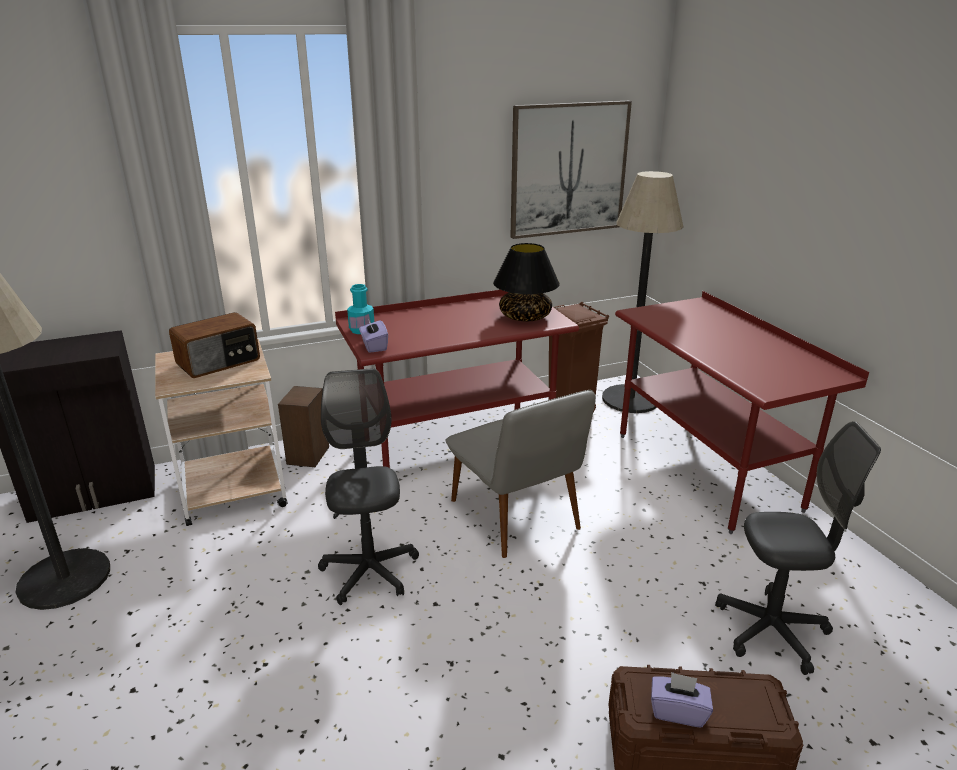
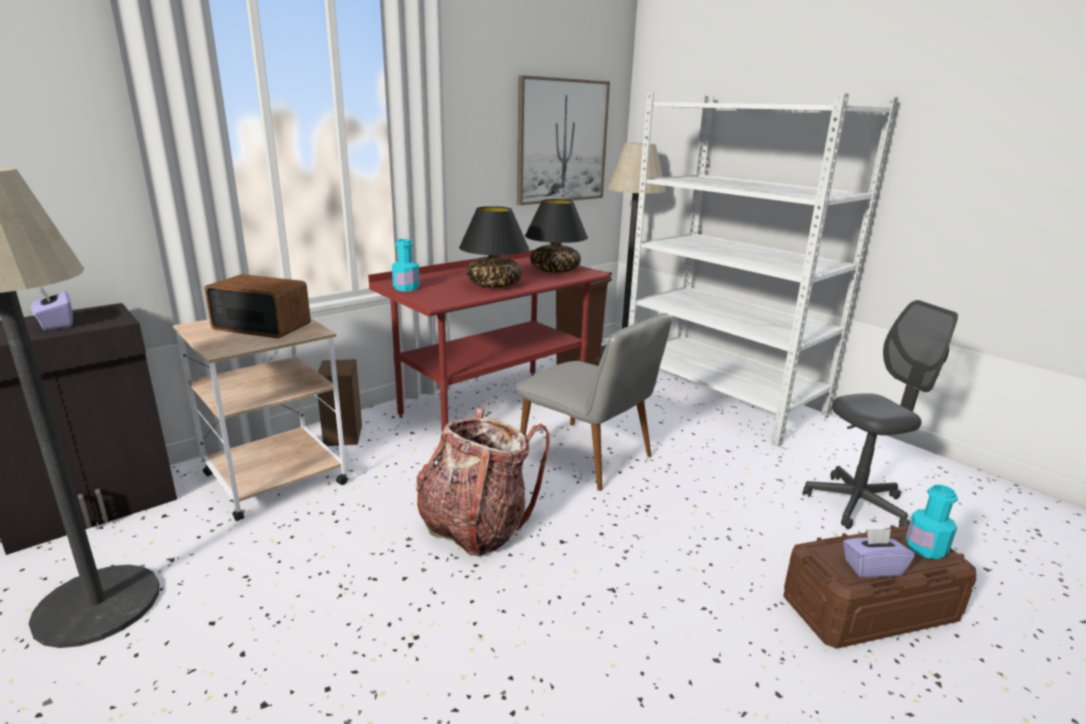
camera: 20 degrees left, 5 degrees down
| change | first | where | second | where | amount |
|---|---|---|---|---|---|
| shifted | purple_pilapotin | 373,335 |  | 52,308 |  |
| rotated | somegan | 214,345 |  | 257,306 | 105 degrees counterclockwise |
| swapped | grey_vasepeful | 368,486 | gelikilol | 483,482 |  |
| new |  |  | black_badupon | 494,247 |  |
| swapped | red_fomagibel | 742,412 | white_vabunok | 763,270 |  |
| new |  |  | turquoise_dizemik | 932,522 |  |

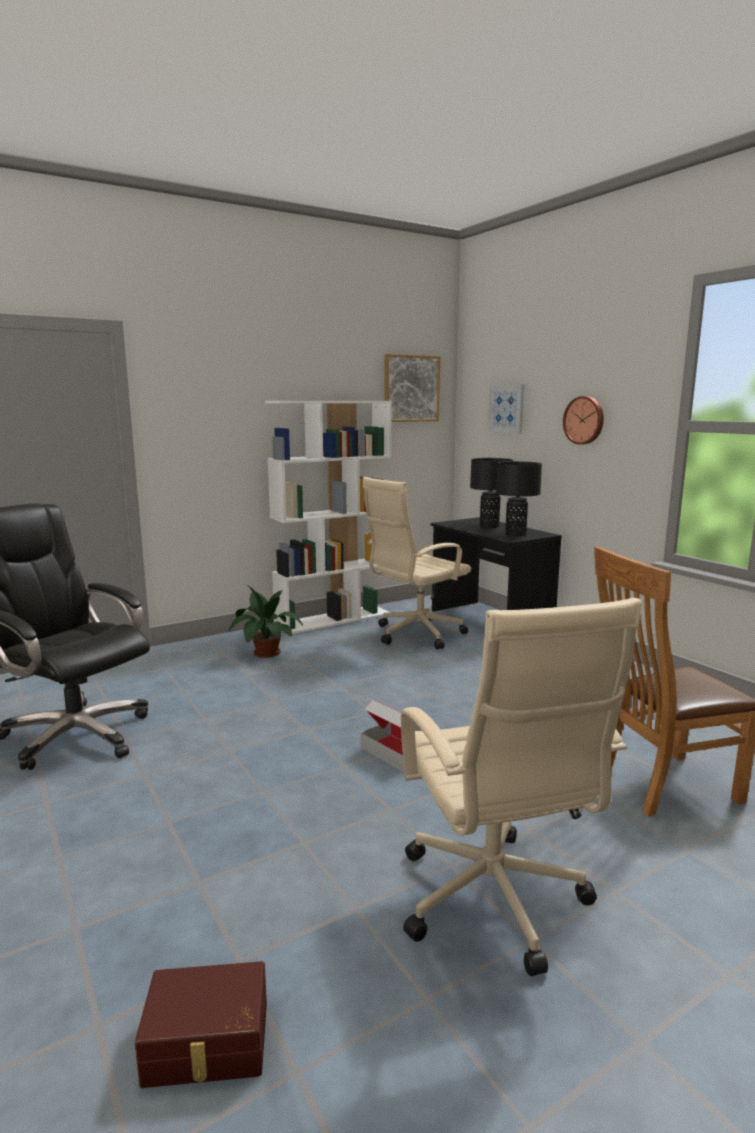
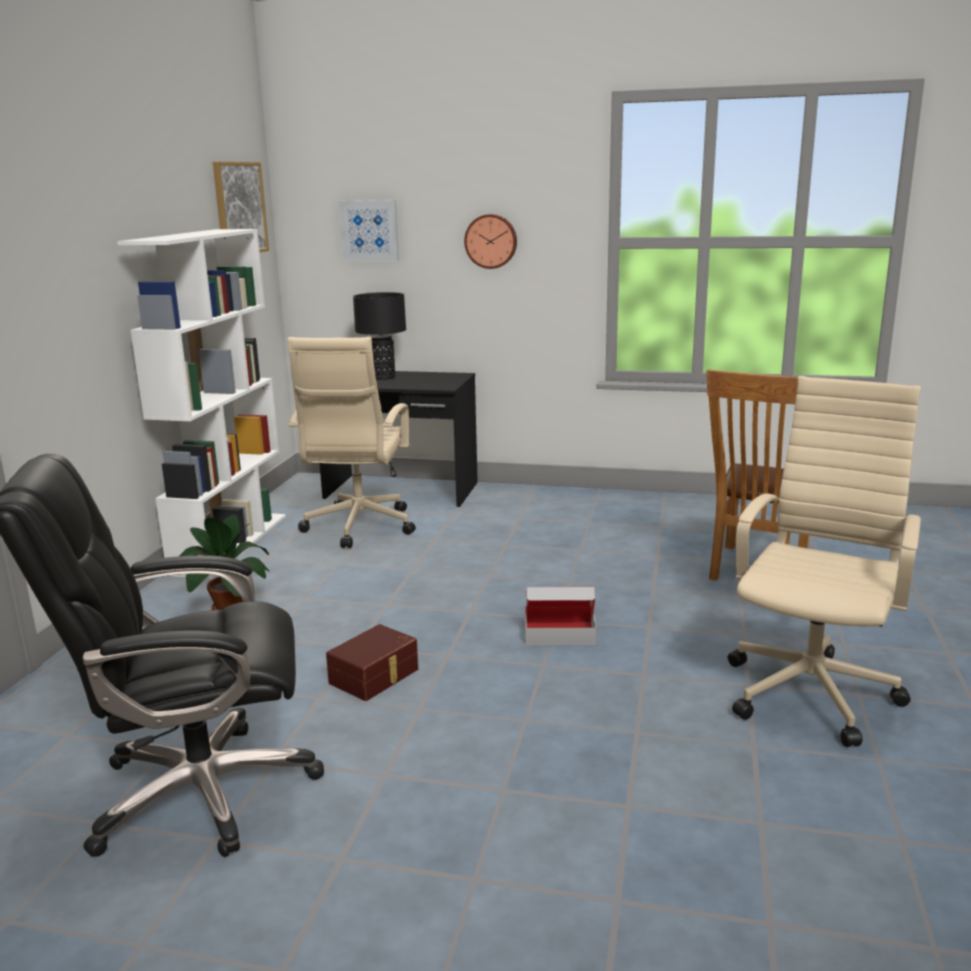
camera: 45 degrees left, 5 degrees up
| change | first | where | second | where | amount |
|---|---|---|---|---|---|
| shifted | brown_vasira | 201,1024 |  | 372,662 |  |
| rotated | beige_vasepeful | 521,787 |  | 824,561 | 90 degrees counterclockwise |
| gone | black_badupon | 519,498 |  |  |  |

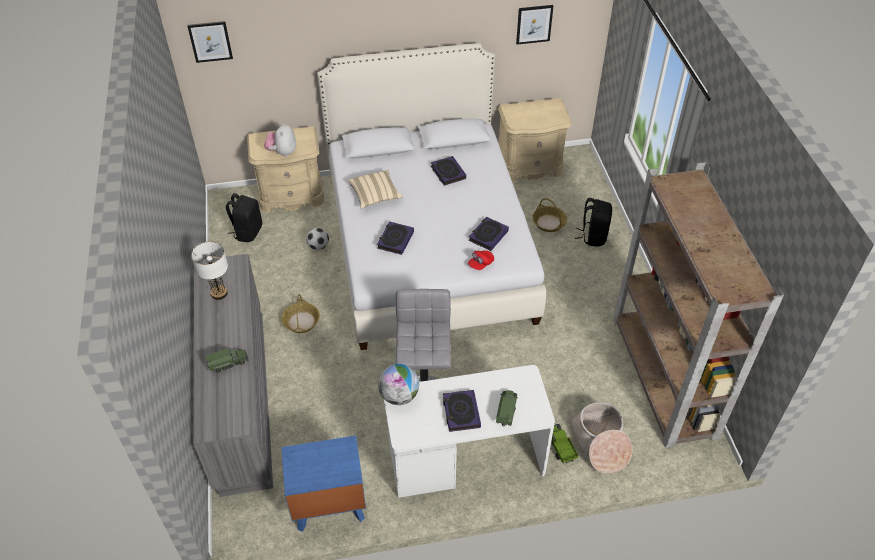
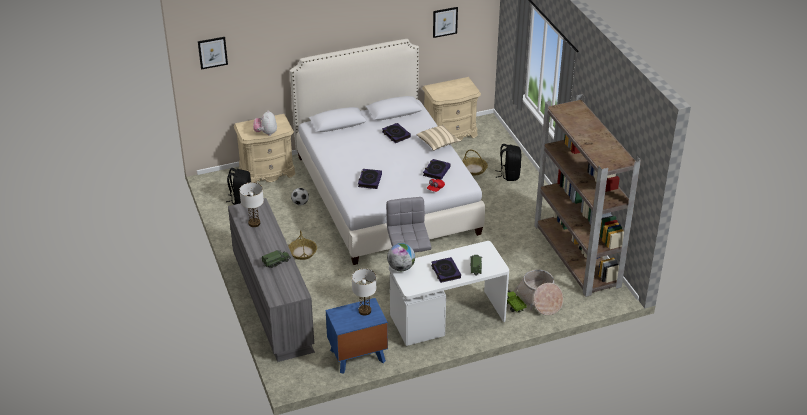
camera: 10 degrees left, 10 degrees down
| change | first | where | second | where | amount |
|---|---|---|---|---|---|
| new |  |  | badupon | 364,292 |  |
| shifted | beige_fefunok | 375,189 |  | 438,138 |  |

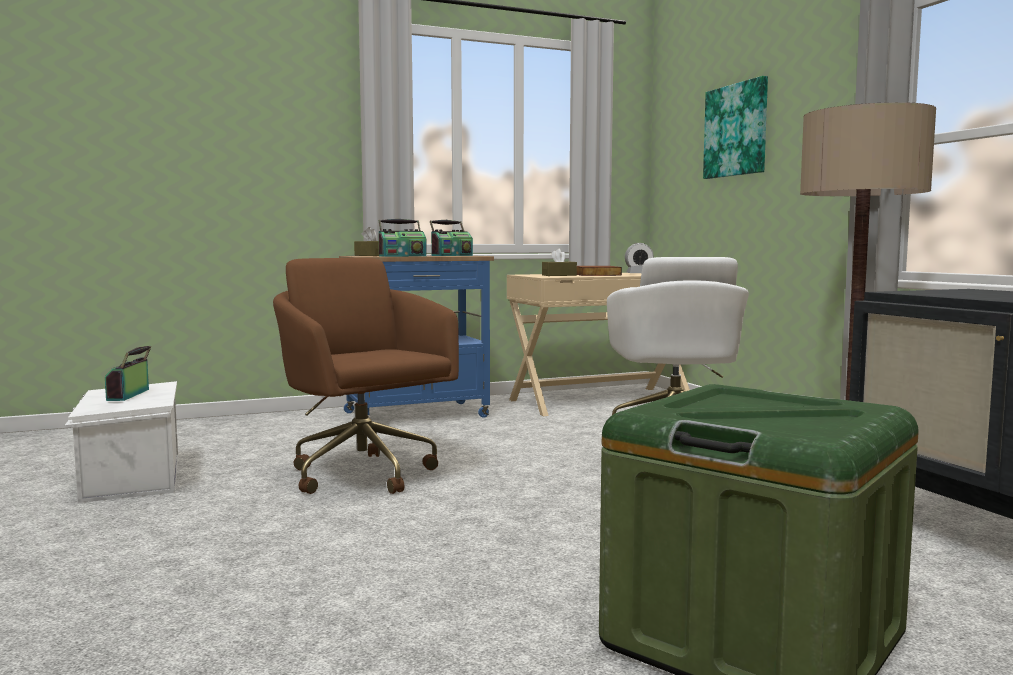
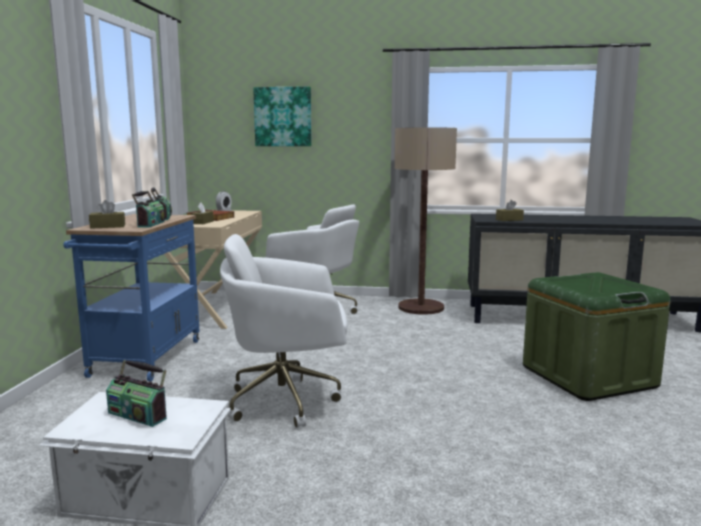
camera: 60 degrees left, 5 degrees up
| change | first | where | second | where | amount |
|---|---|---|---|---|---|
| repainted | brown_vasepeful | 366,376 | white_vasepeful | 283,331 |  |
| new |  |  | brown_pilapotin | 510,210 |  |

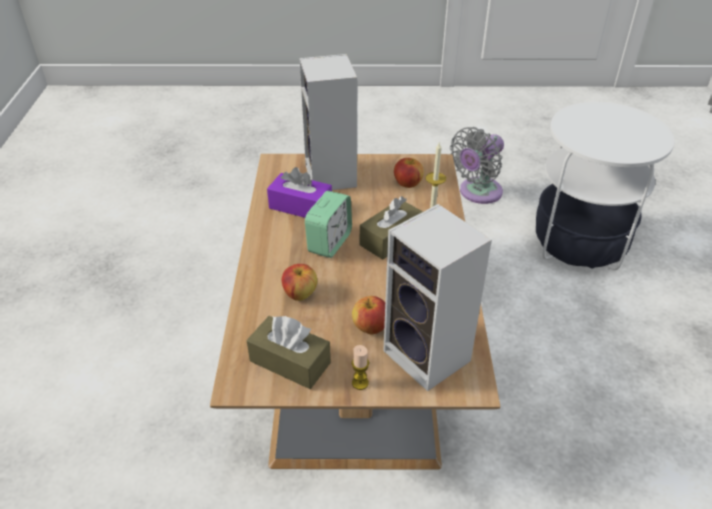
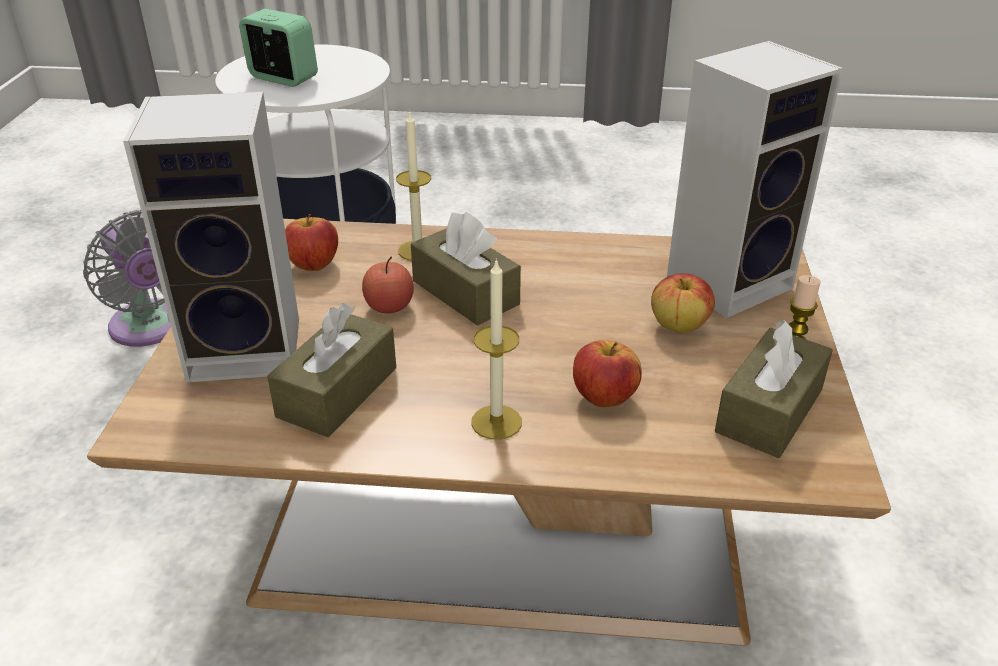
camera: 85 degrees left, 5 degrees down
| change | first | where | second | where | amount |
|---|---|---|---|---|---|
| shifted | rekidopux | 328,224 |  | 278,48 |  |
| repainted | purple_pilapotin | 299,192 | brown_pilapotin | 331,370 |  |
| new |  |  | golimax | 388,285 |  |
| new |  |  | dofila | 496,349 |  |

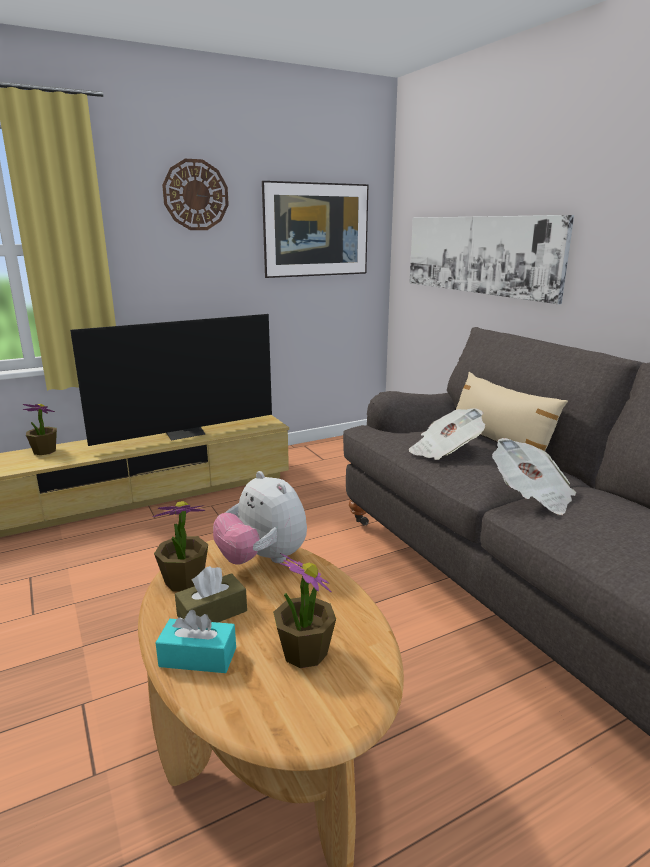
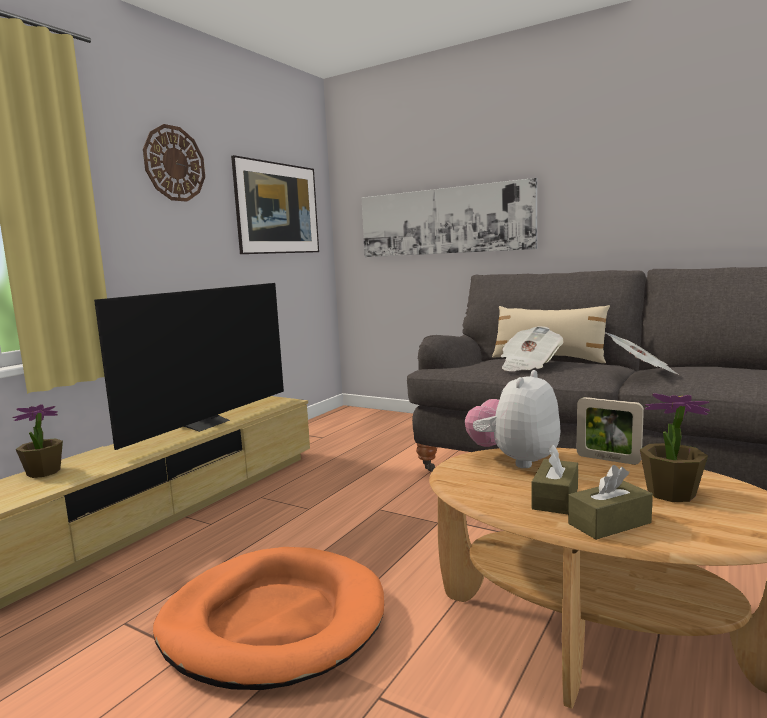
camera: 30 degrees left, 10 degrees down
| change | first | where | second | where | amount |
|---|---|---|---|---|---|
| new |  |  | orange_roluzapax | 268,618 |  |
| rotated | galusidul | 260,518 |  | 512,419 | 105 degrees clockwise |
| repainted | turquoise_pilapotin | 196,641 | brown_pilapotin | 610,502 |  |
| new |  |  | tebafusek | 610,431 |  |
| gone | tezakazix | 180,546 |  |  |  |

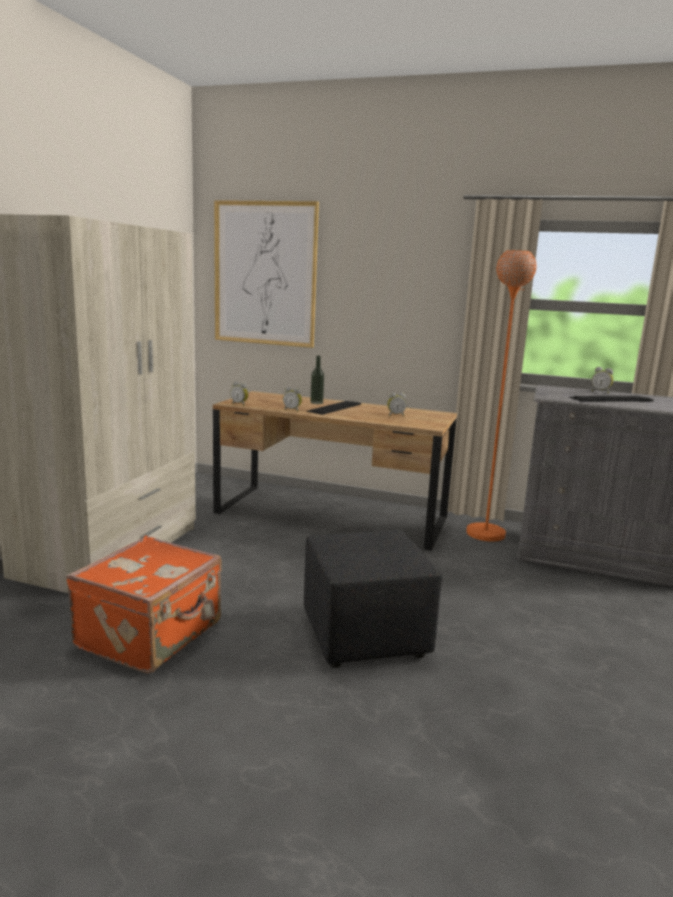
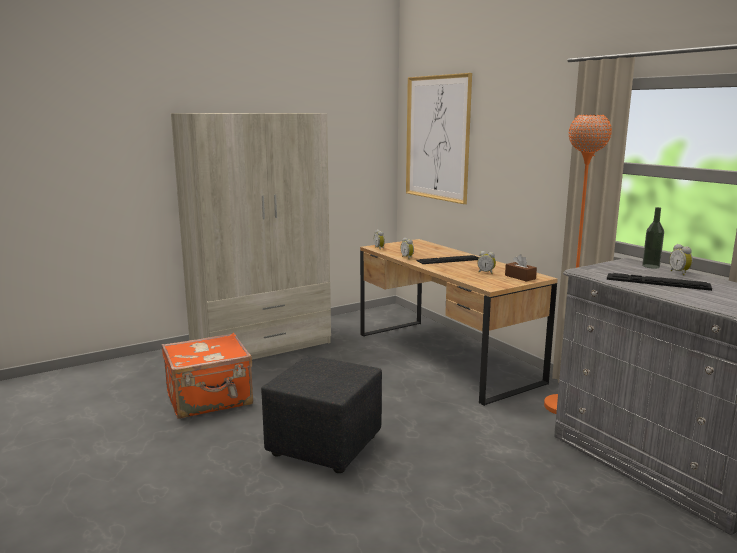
camera: 40 degrees right, 0 degrees up
| change | first | where | second | where | amount |
|---|---|---|---|---|---|
| new |  |  | brown_pilapotin | 521,267 |  |
| shifted | dizemik | 317,380 |  | 653,238 |  |

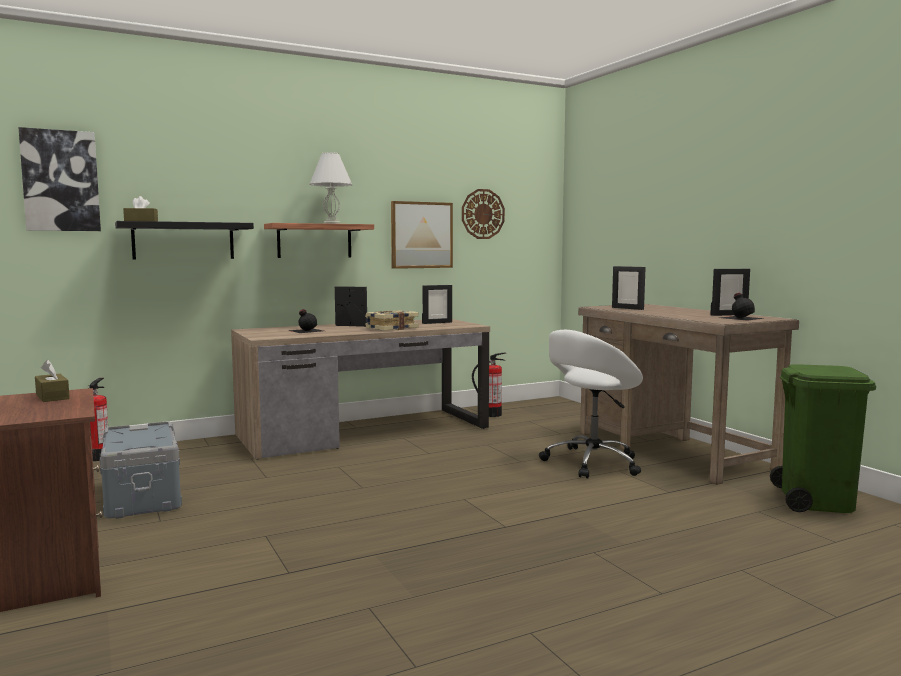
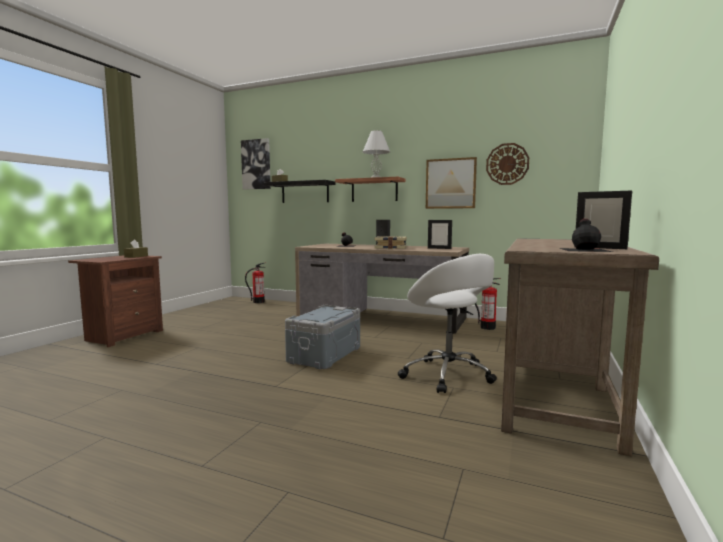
camera: 50 degrees right, 0 degrees up
| change | first | where | second | where | amount |
|---|---|---|---|---|---|
| shifted | grey_vasira | 141,470 |  | 322,337 |  |
| rotated | white_vasepeful | 591,404 |  | 447,323 | 135 degrees counterclockwise |
| gone | tebafusek | 629,288 |  |  |  |
| gone | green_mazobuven | 823,438 |  |  |  |

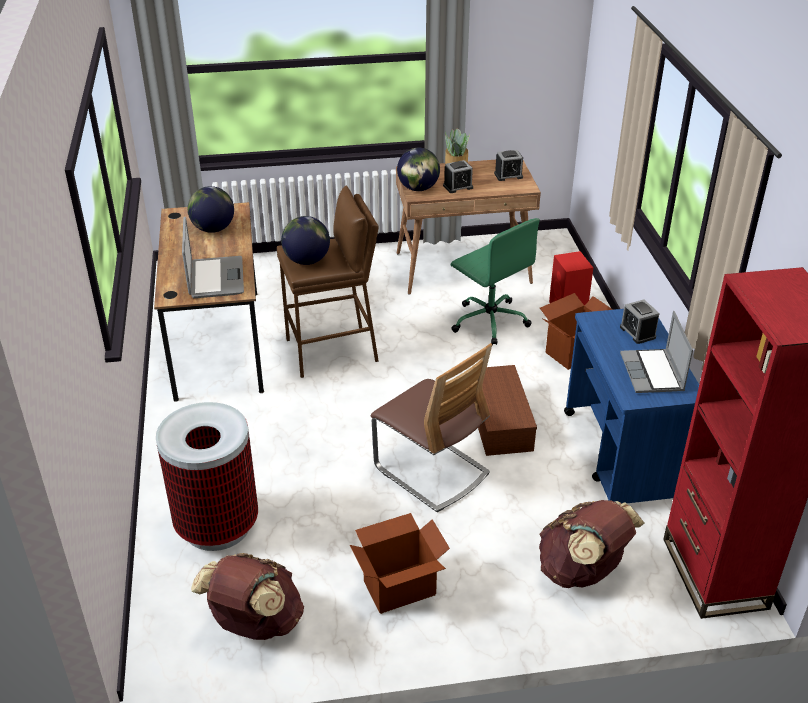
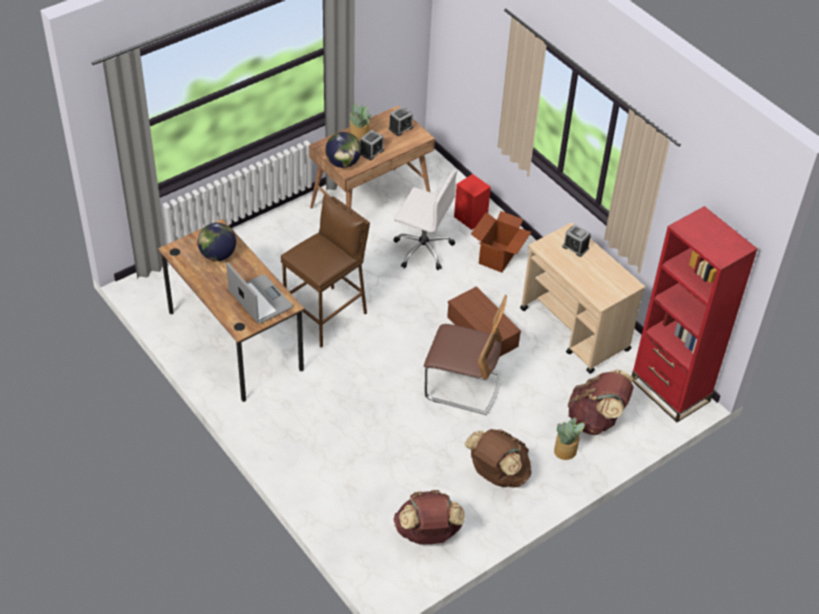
camera: 30 degrees left, 10 degrees up
| change | first | where | second | where | amount |
|---|---|---|---|---|---|
| repainted | green_vasepeful | 495,281 | white_vasepeful | 426,219 |  |
| swapped | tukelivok | 400,563 | brown_gelikilol | 498,458 |  |
| repainted | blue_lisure | 631,406 | beige_lisure | 582,298 |  |
| new |  |  | tezakazix | 569,438 |  |
| gone | mazobuven | 207,476 |  |  |  |
| gone | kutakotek | 305,240 |  |  |  |
| gone | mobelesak | 656,352 |  |  |  |

